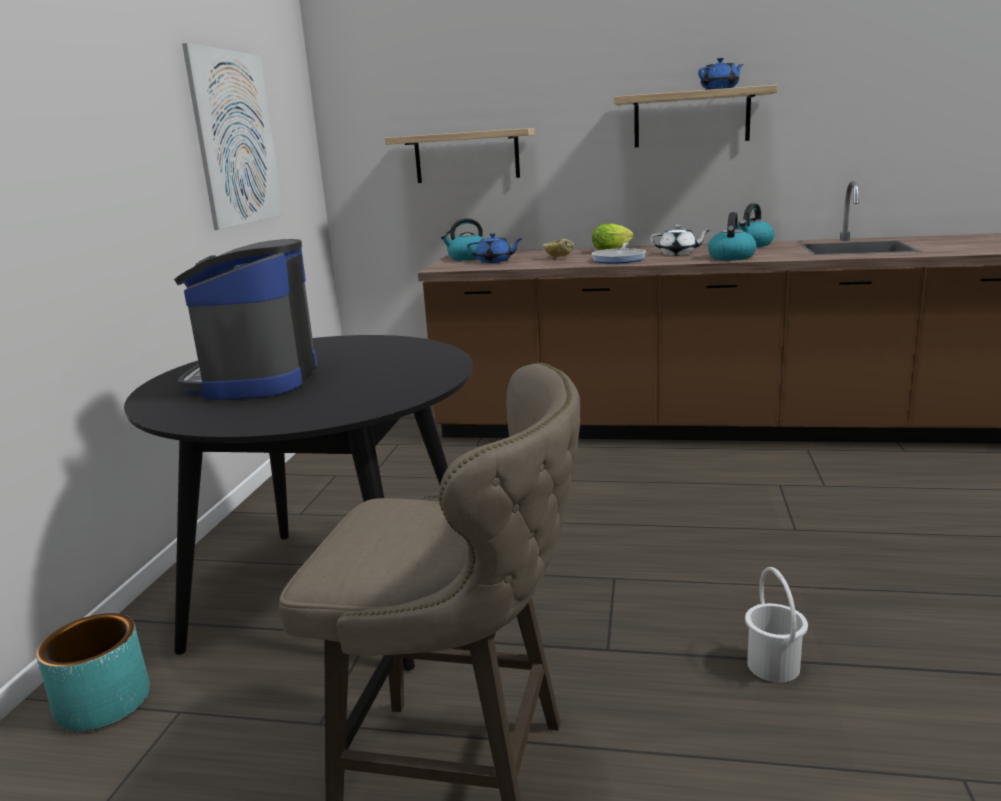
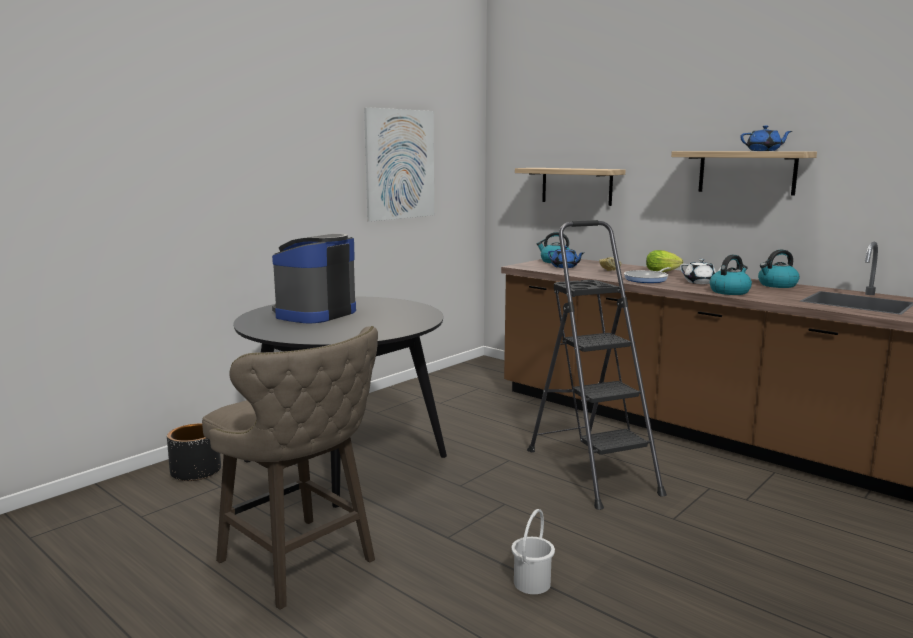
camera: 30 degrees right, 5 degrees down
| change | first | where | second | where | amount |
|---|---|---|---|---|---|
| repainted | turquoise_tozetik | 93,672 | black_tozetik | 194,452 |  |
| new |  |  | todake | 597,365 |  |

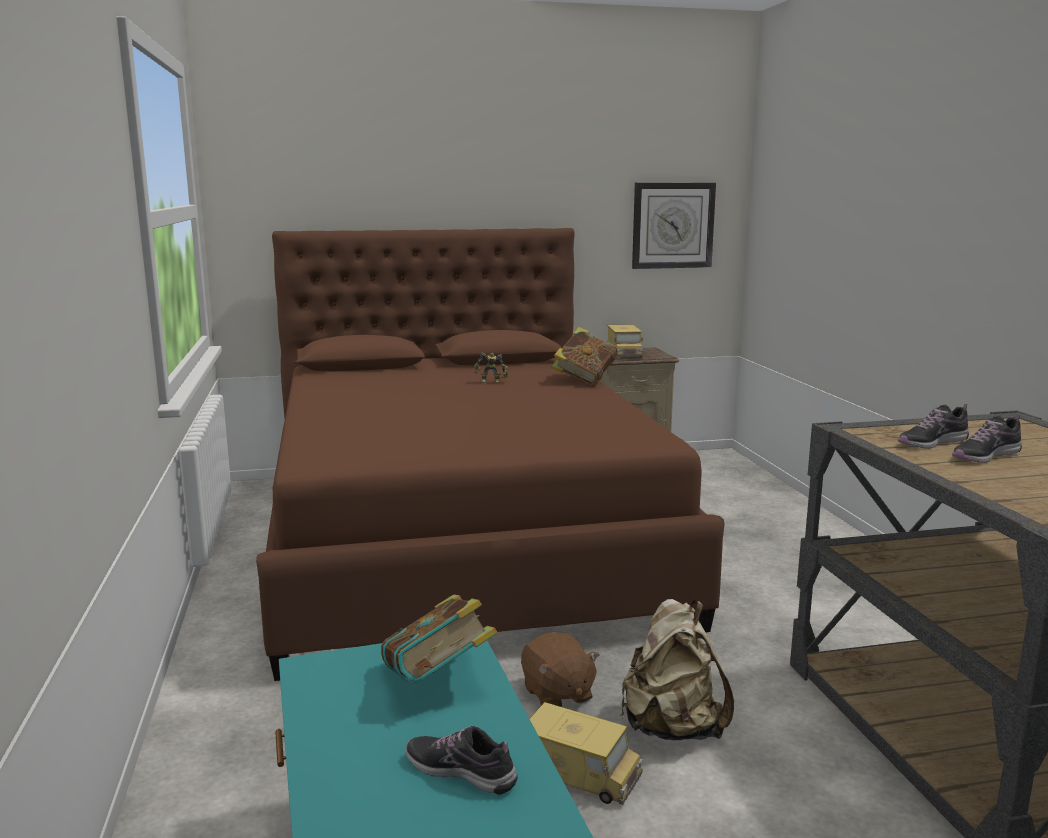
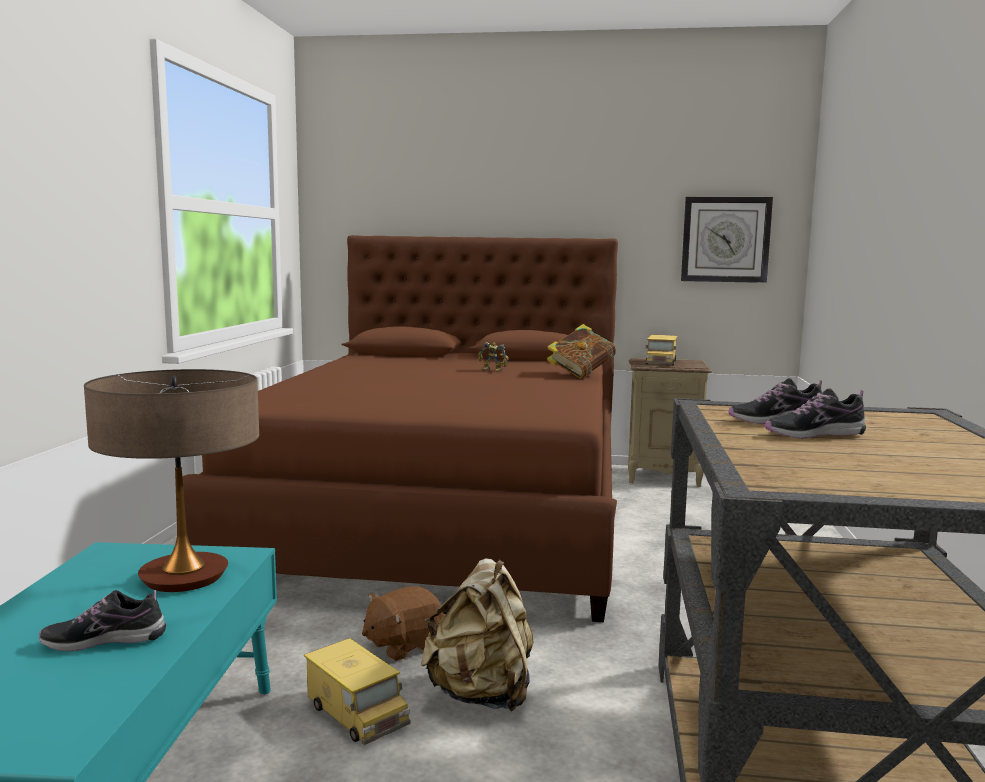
camera: 20 degrees right, 5 degrees down
| change | first | where | second | where | amount |
|---|---|---|---|---|---|
| rotated | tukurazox | 462,760 |  | 102,621 | 60 degrees counterclockwise |
| swapped | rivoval | 439,638 | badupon | 171,480 |  |
| rotated | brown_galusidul | 560,669 |  | 403,623 | 60 degrees clockwise |

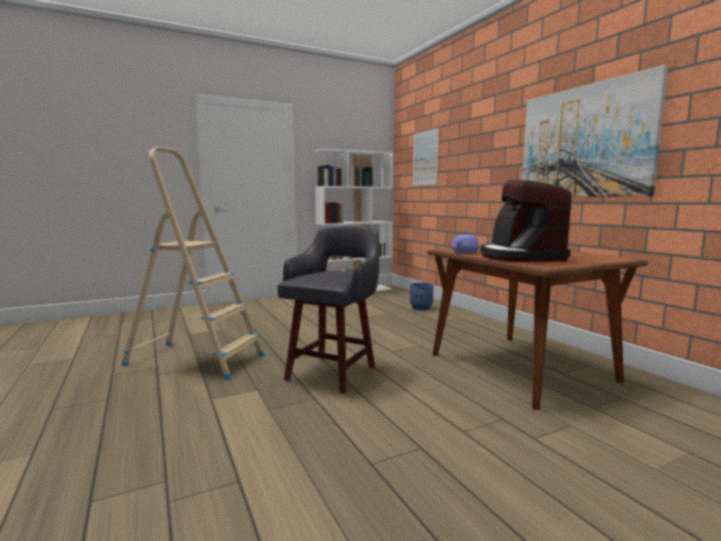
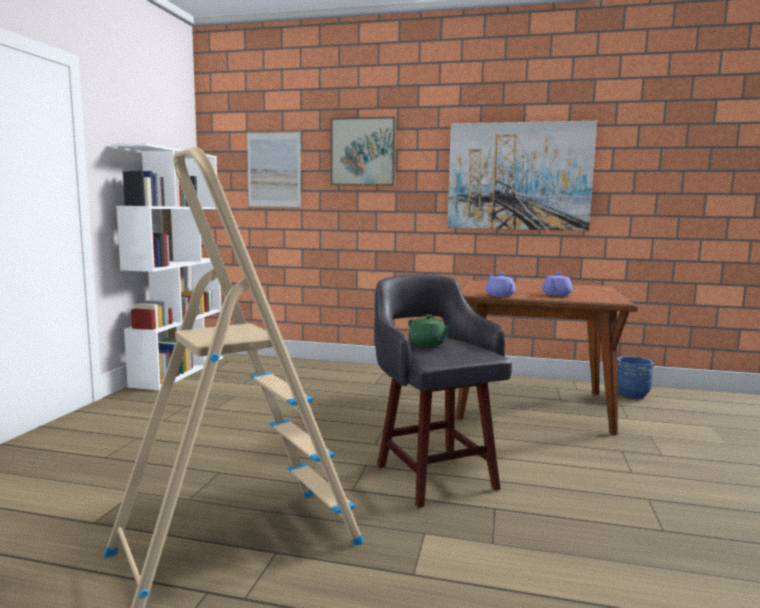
camera: 50 degrees left, 0 degrees up
| change | first | where | second | where | amount |
|---|---|---|---|---|---|
| new |  |  | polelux | 363,151 |  |
| new |  |  | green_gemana | 430,330 |  |
| swapped | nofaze | 526,221 | purple_gemana | 557,284 |  |
| shifted | blue_tozetik | 421,296 |  | 635,377 |  |

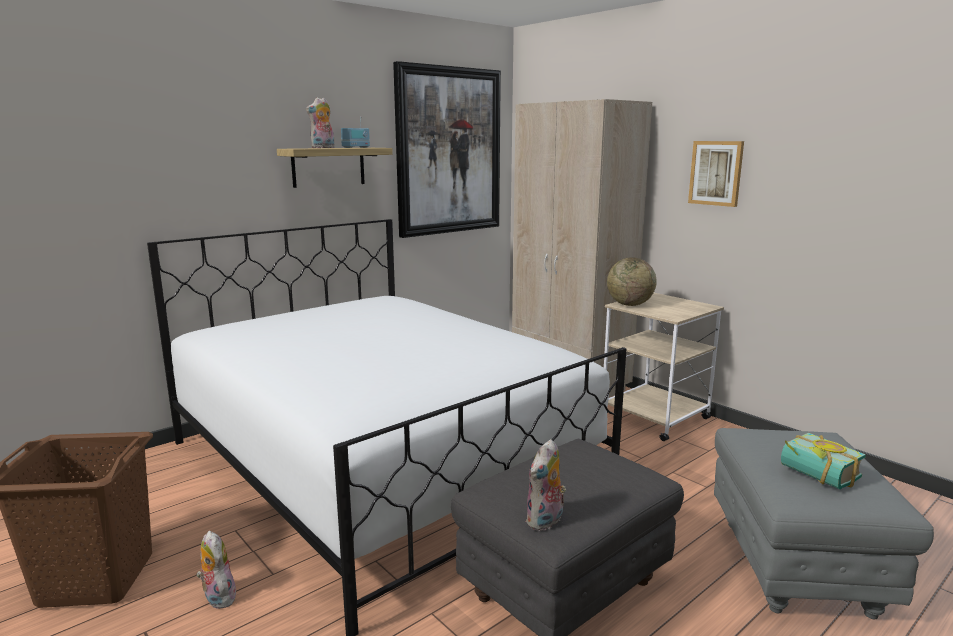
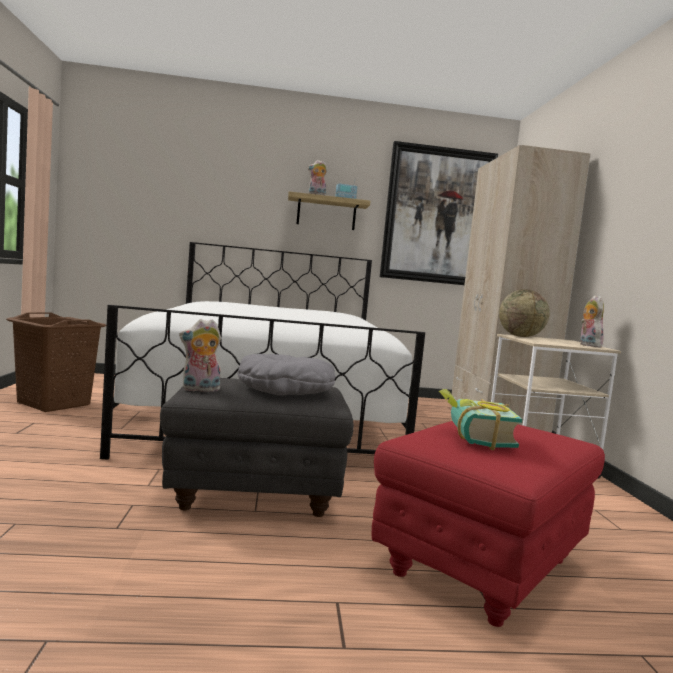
camera: 35 degrees right, 10 degrees down
| change | first | where | second | where | amount |
|---|---|---|---|---|---|
| new |  |  | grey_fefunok | 286,375 |  |
| repainted | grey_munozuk | 824,523 | red_munozuk | 488,524 |  |
| shifted | galusidul | 216,570 |  | 592,321 |  |
| gone | polelux | 716,174 |  |  |  |

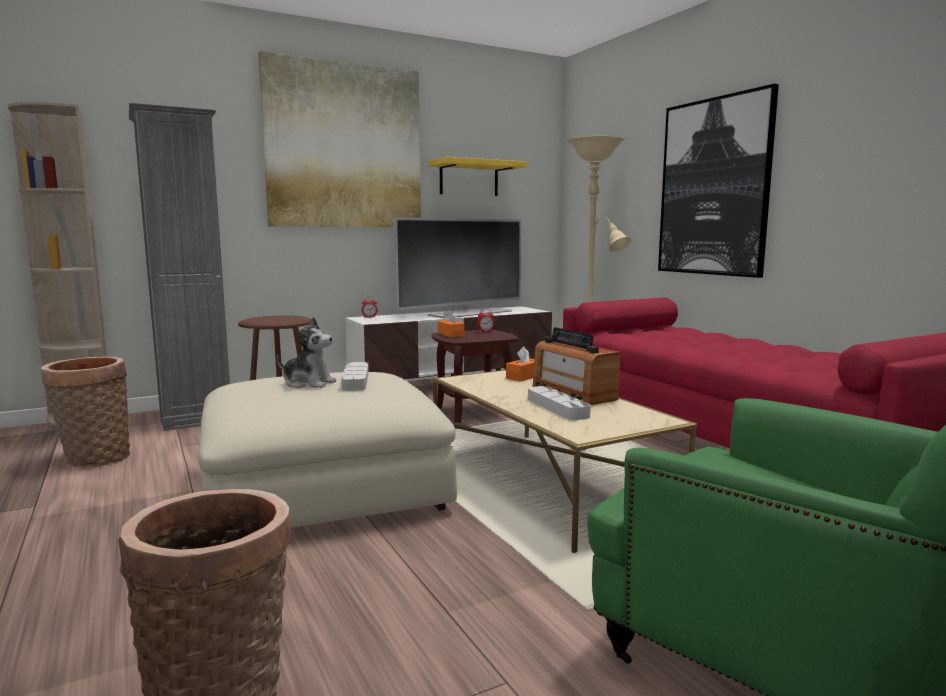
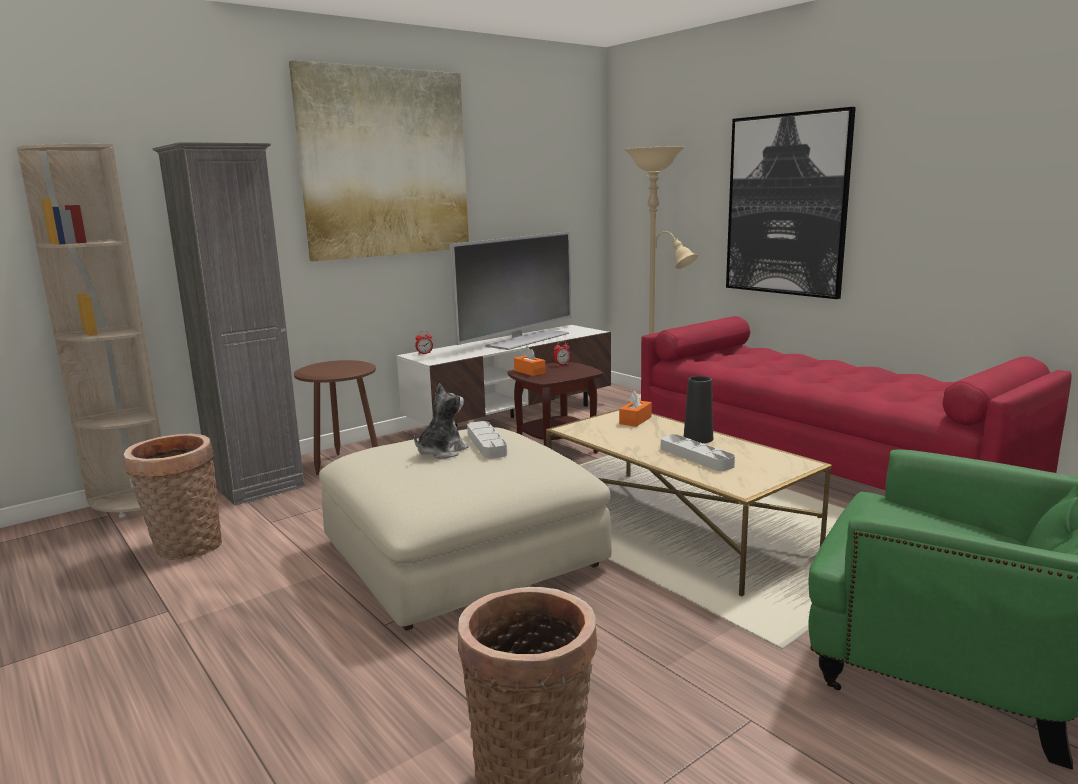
camera: 10 degrees left, 5 degrees up
| change | first | where | second | where | amount |
|---|---|---|---|---|---|
| rotated | galusidul | 306,352 |  | 441,421 | 60 degrees counterclockwise |
| swapped | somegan | 576,366 | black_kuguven | 698,409 |  |
| gone | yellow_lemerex | 478,176 |  |  |  |

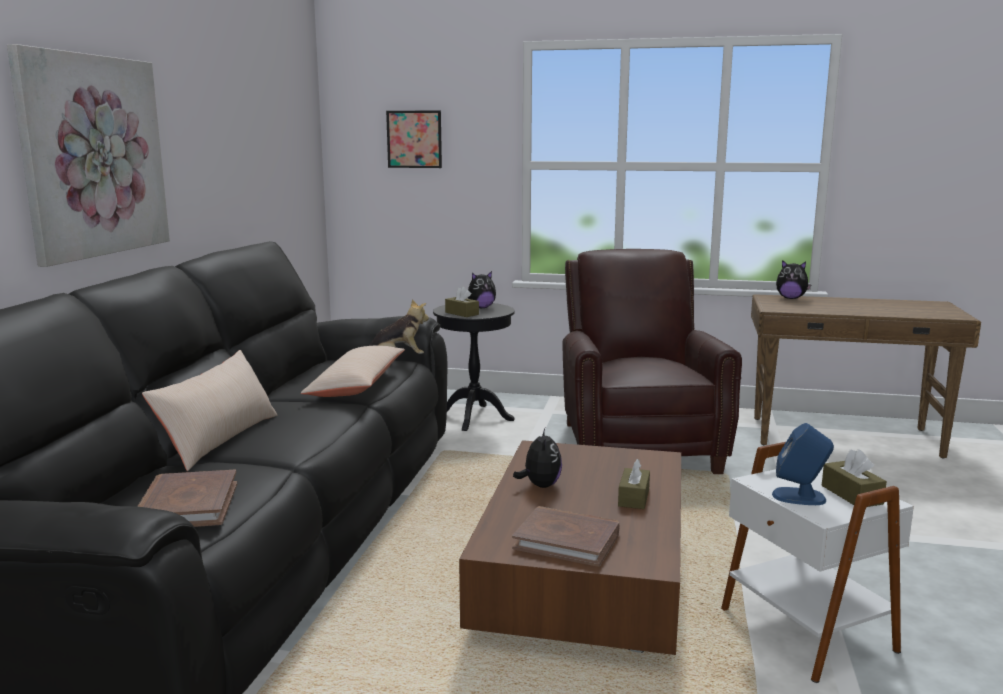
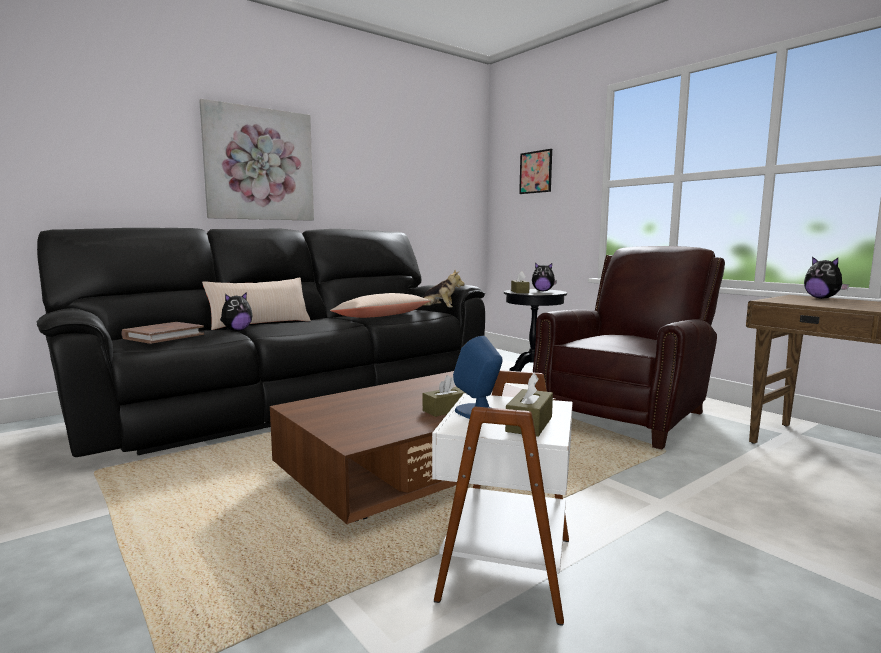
camera: 40 degrees right, 5 degrees down
| change | first | where | second | where | amount |
|---|---|---|---|---|---|
| shifted | galusidul | 537,458 |  | 236,311 |  |
| gone | brown_rivoval | 566,536 |  |  |  |

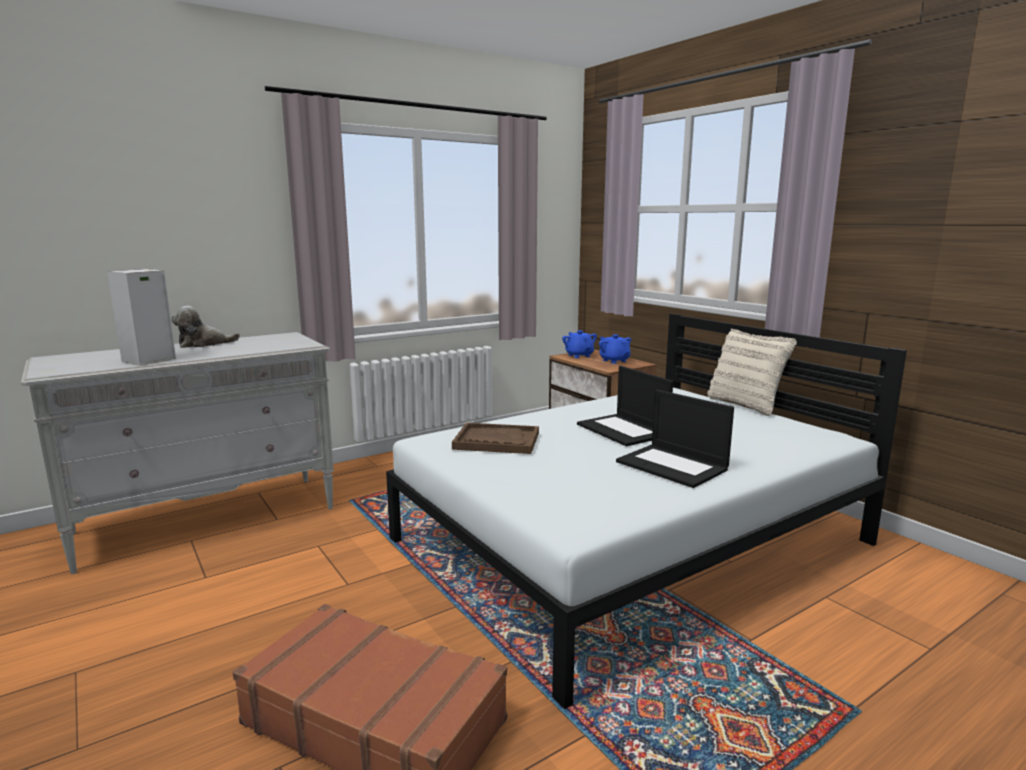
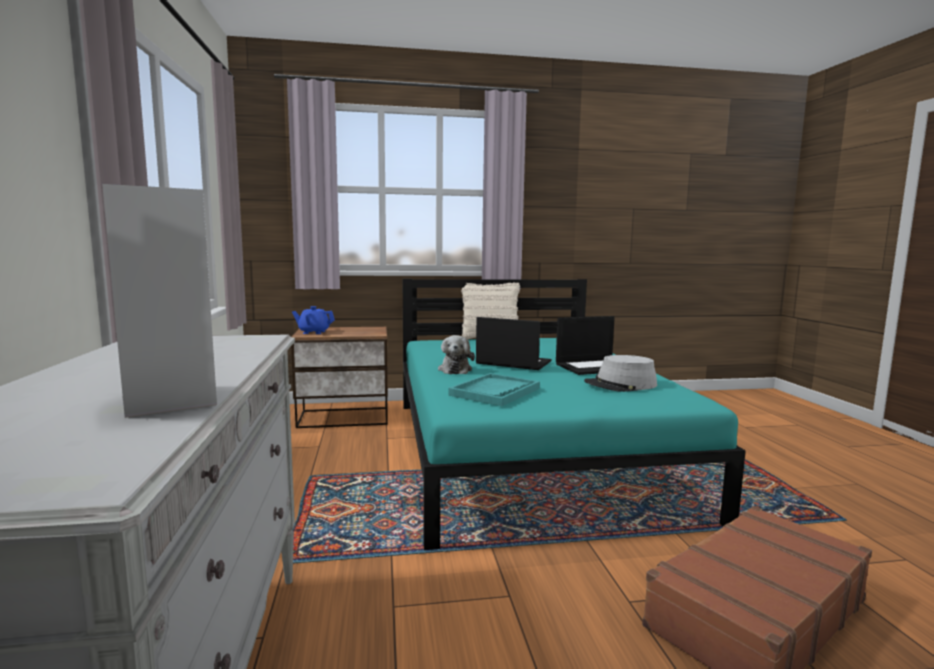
camera: 65 degrees left, 5 degrees down
| change | first | where | second | where | amount |
|---|---|---|---|---|---|
| repainted | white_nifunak | 646,511 | turquoise_nifunak | 574,414 |  |
| shifted | galusidul | 205,327 |  | 456,354 |  |
| repainted | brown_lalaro | 495,438 | turquoise_lalaro | 494,389 |  |
| rotated | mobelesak | 625,406 |  | 513,343 | 150 degrees counterclockwise |
| new |  |  | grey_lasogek | 620,373 |  |
| gone | blue_gemana | 615,349 |  |  |  |

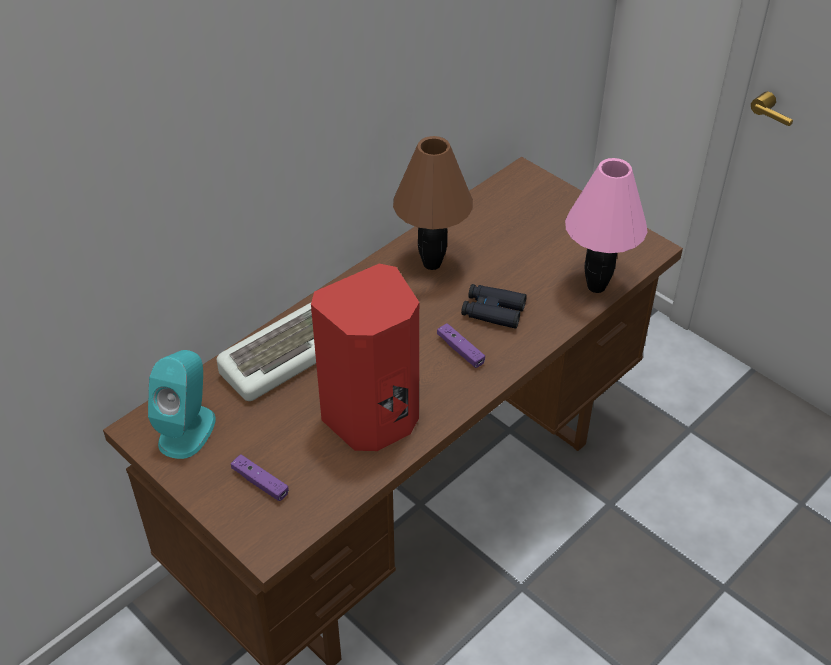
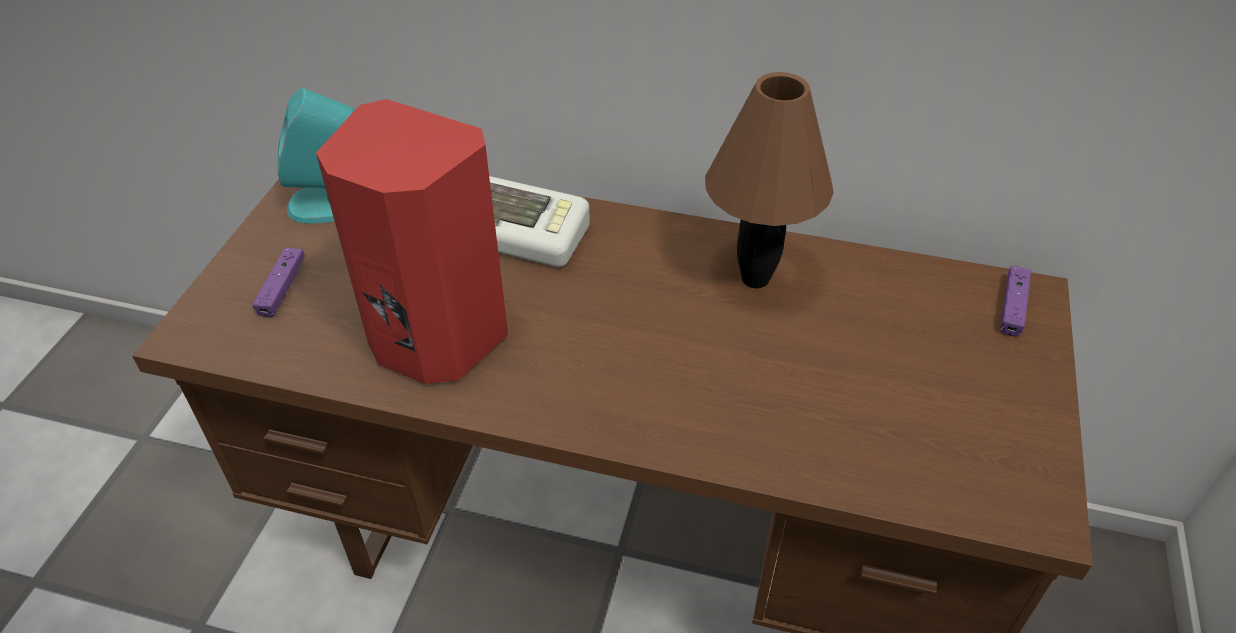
camera: 60 degrees right, 0 degrees up
| change | first | where | second | where | amount |
|---|---|---|---|---|---|
| shifted | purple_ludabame | 461,345 |  | 1015,301 |  |
| gone | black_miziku | 494,306 |  |  |  |
| gone | pink_badupon | 606,225 |  |  |  |

